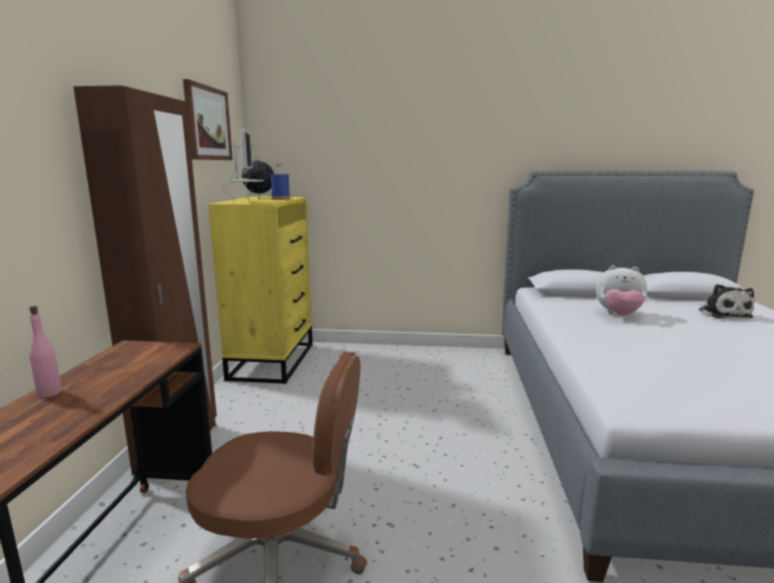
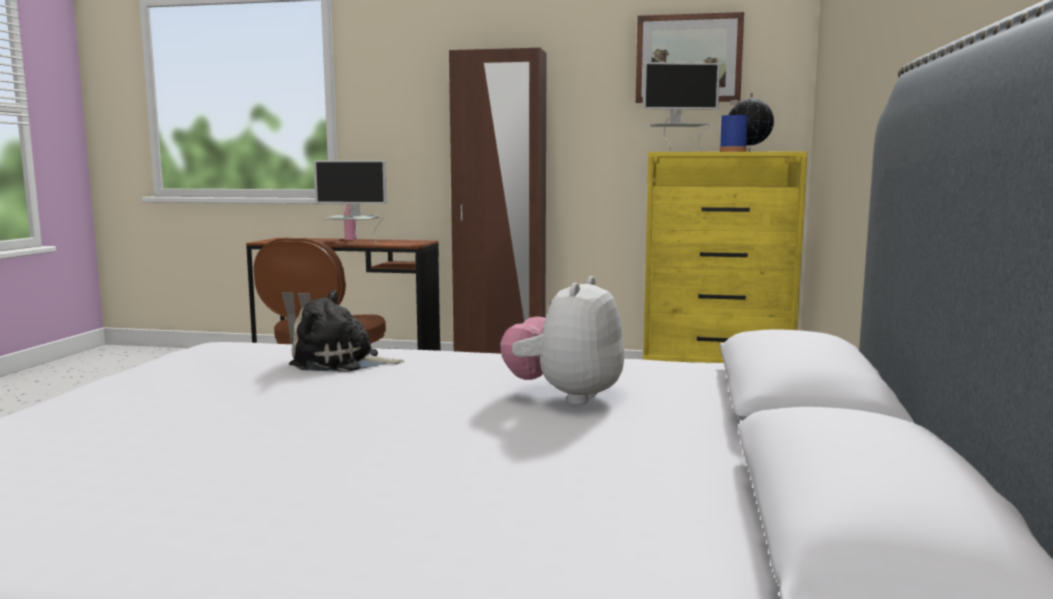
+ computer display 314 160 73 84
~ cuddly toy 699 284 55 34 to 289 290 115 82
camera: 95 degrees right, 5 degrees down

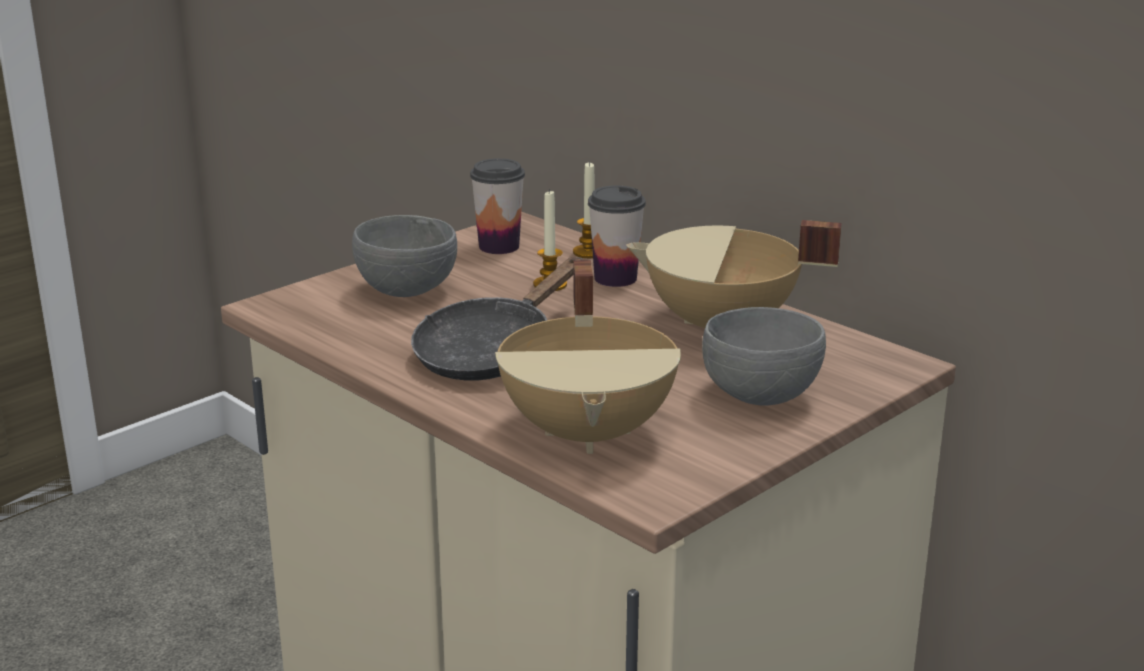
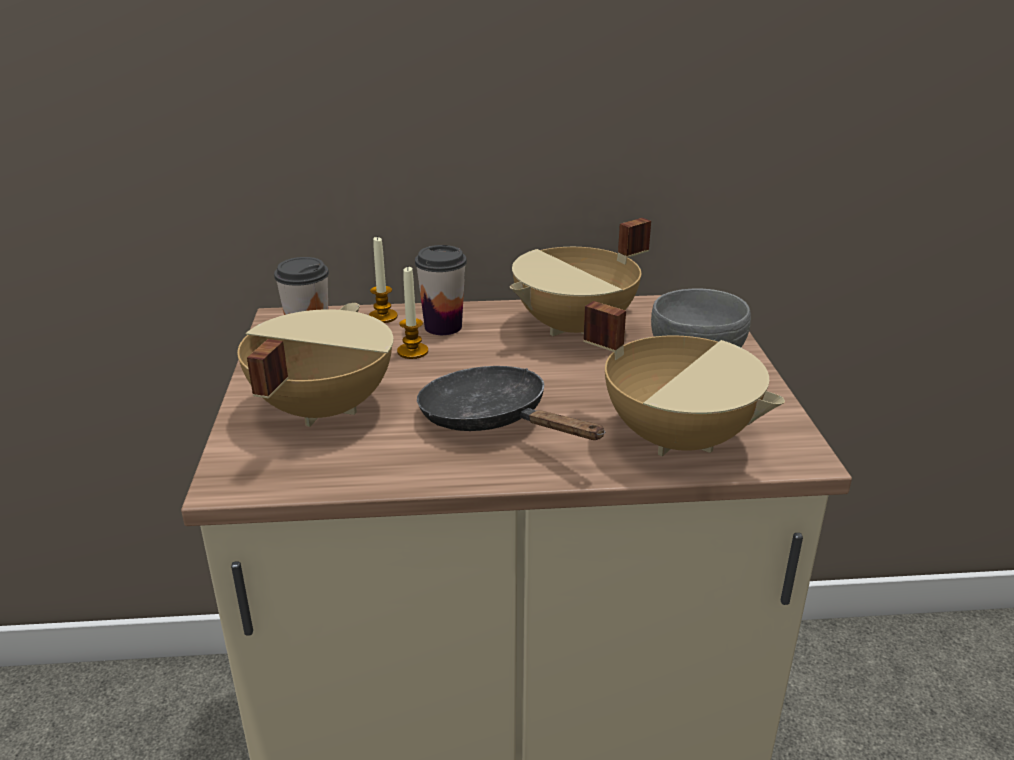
~ deep dish (greyish) 352 215 105 82 to stockpot (sand-coloured) 237 303 157 124
~ frying pan (black-coloured) 411 257 171 124 = 417 366 188 74 150 degrees clockwise
camera: 50 degrees left, 5 degrees up

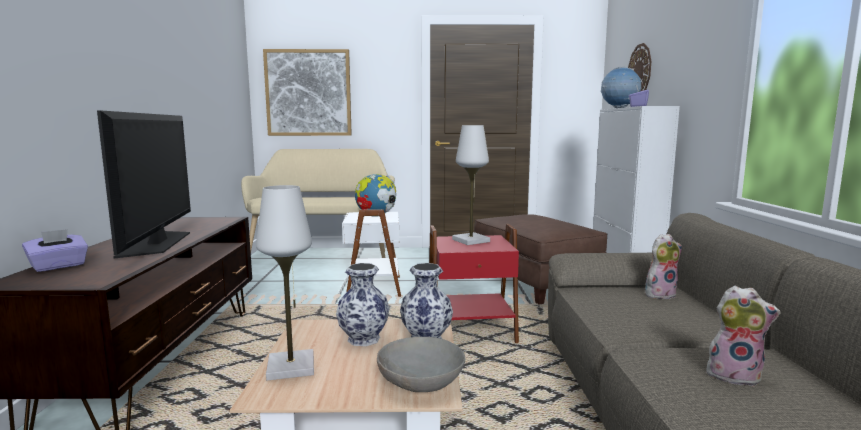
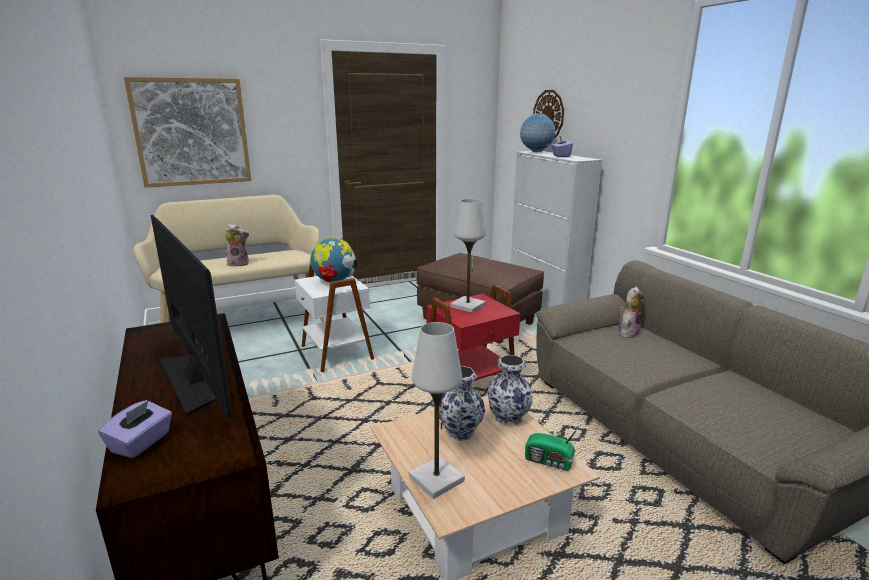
~ cuddly toy 705 286 75 101 to 225 224 24 43
~ deep dish (greyish) 377 337 88 55 to radio 525 424 56 47
camera: 25 degrees left, 10 degrees up

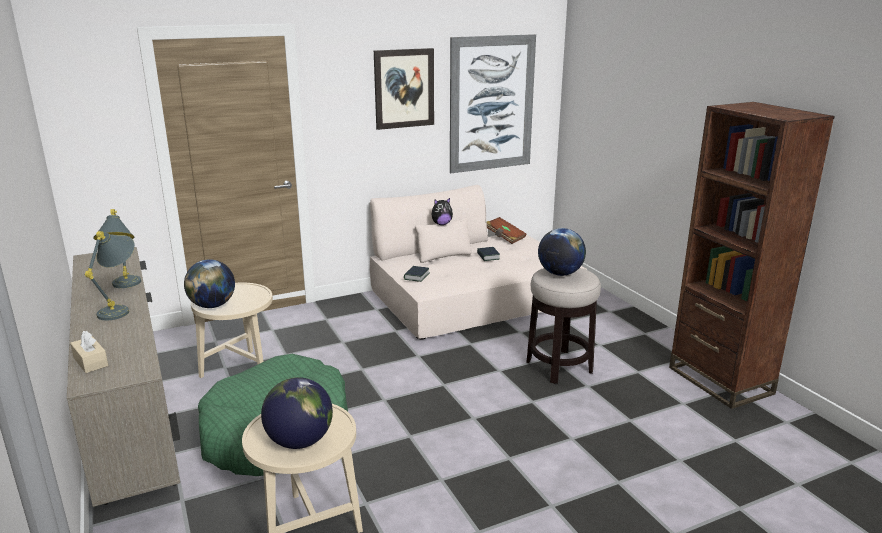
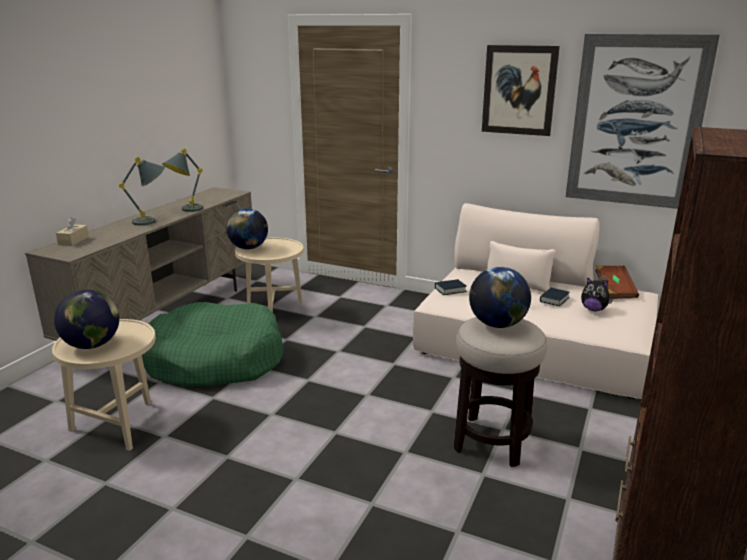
~ cuddly toy 431 198 22 27 to 581 277 32 34
camera: 50 degrees right, 0 degrees up

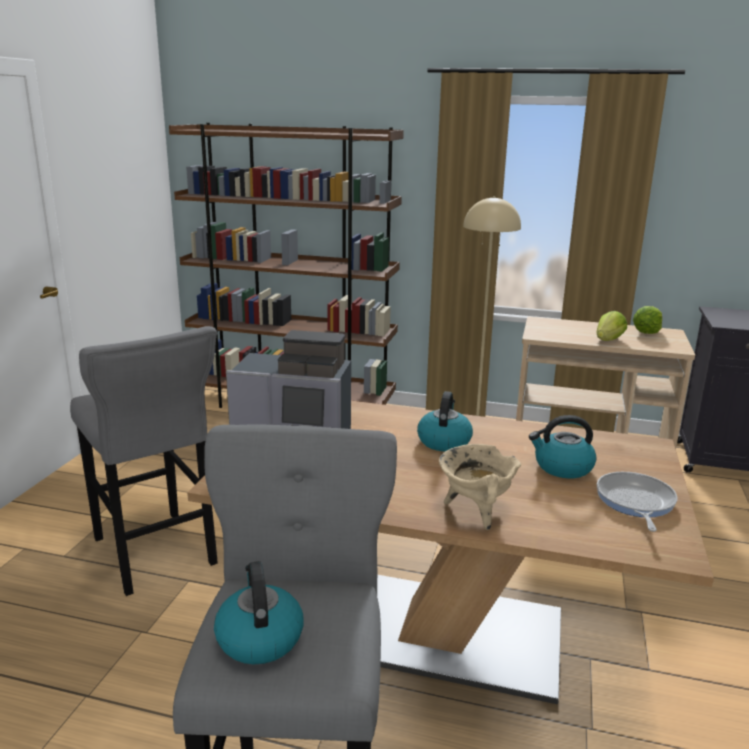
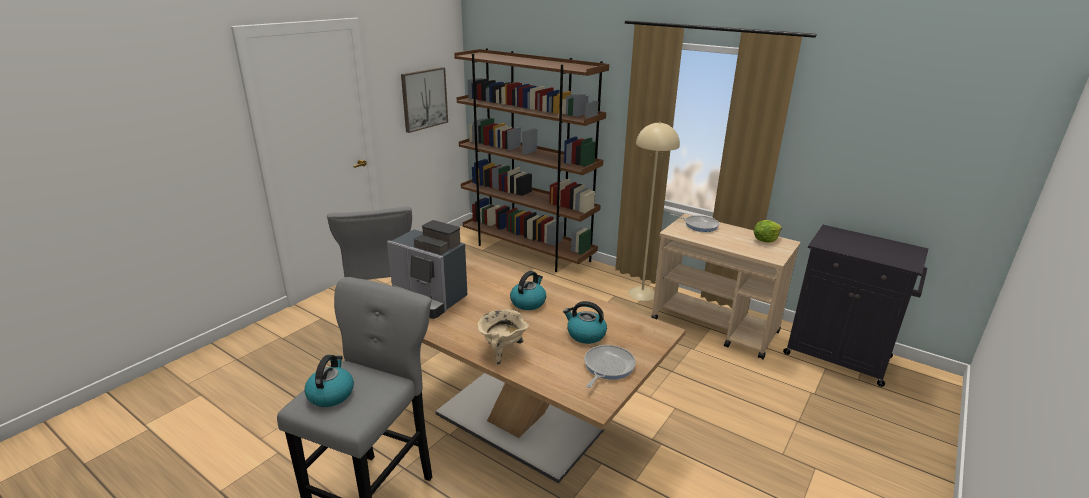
- lettuce head 596 311 31 30
+ picture 401 67 47 66
+ frying pan 670 214 49 18
camera: 20 degrees right, 5 degrees up

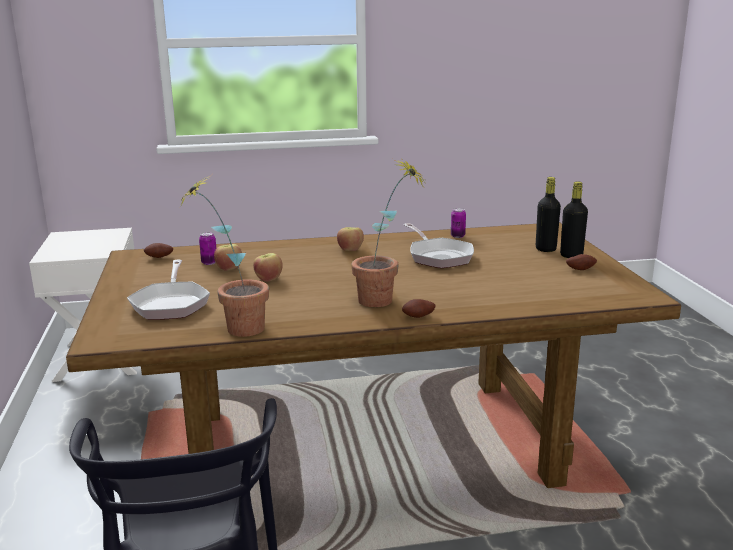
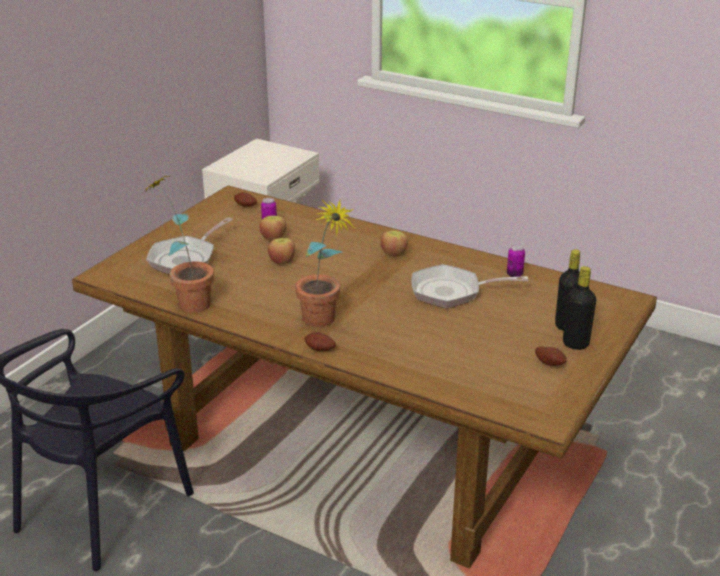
~ frying pan 403 223 71 45 = 412 264 117 45 75 degrees clockwise
camera: 40 degrees right, 10 degrees up

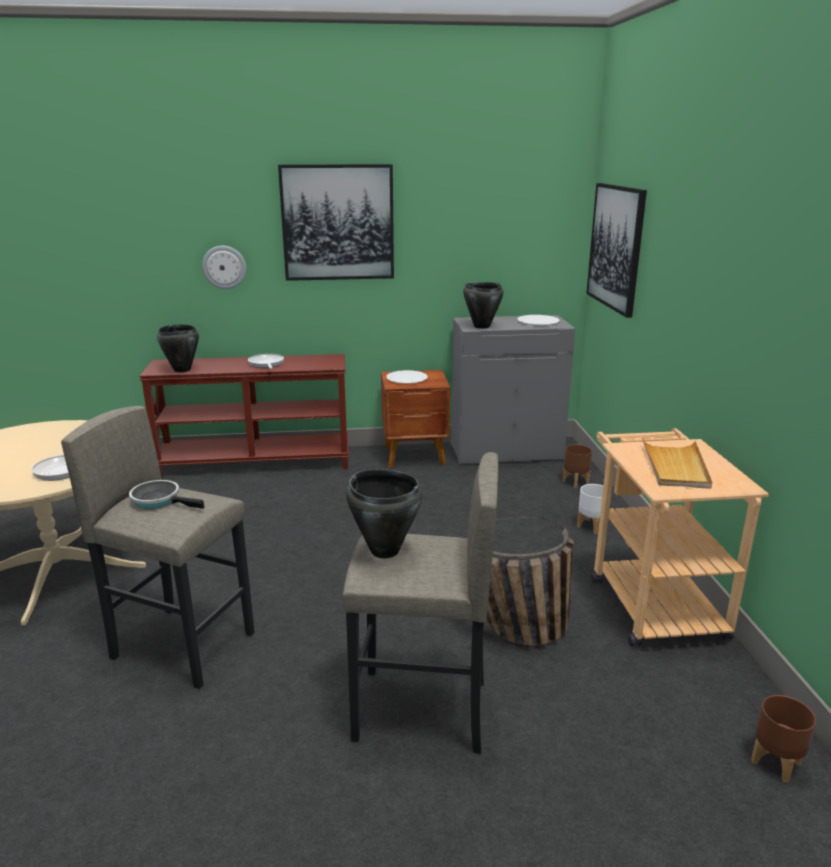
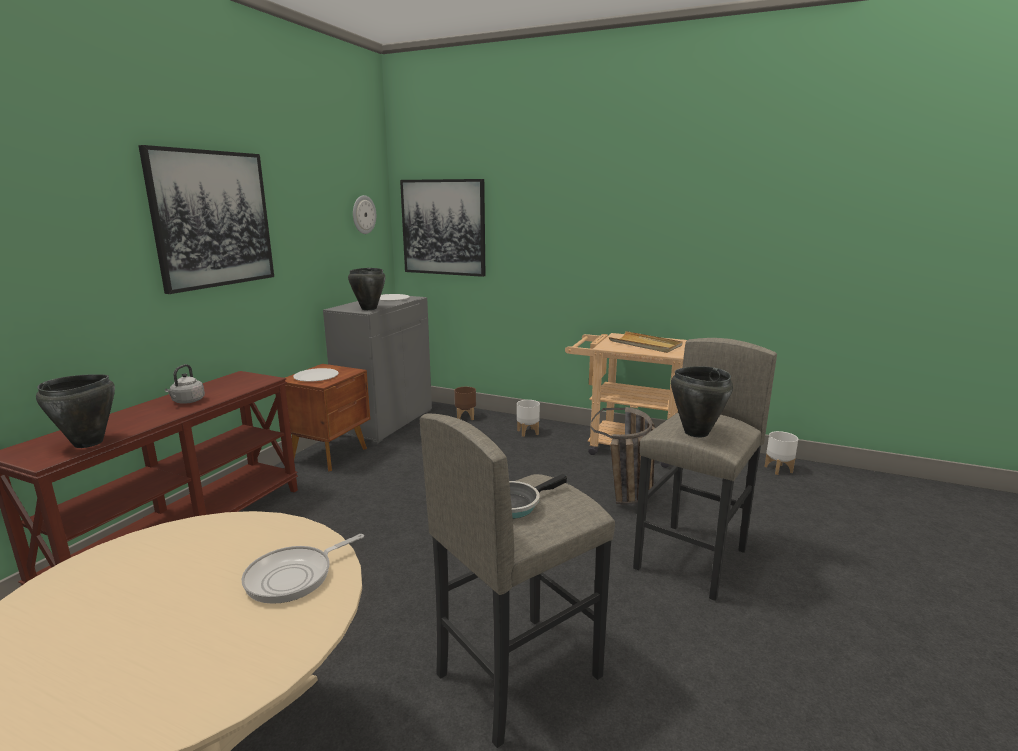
~ wall clock 202 246 45 43 to 353 195 23 39
~ frying pan 248 354 36 15 to water kettle (greyish) 165 364 40 39
~ flower pot (brown) 751 695 65 87 to flower pot (white-coloured) 764 431 34 44
camera: 60 degrees left, 5 degrees down

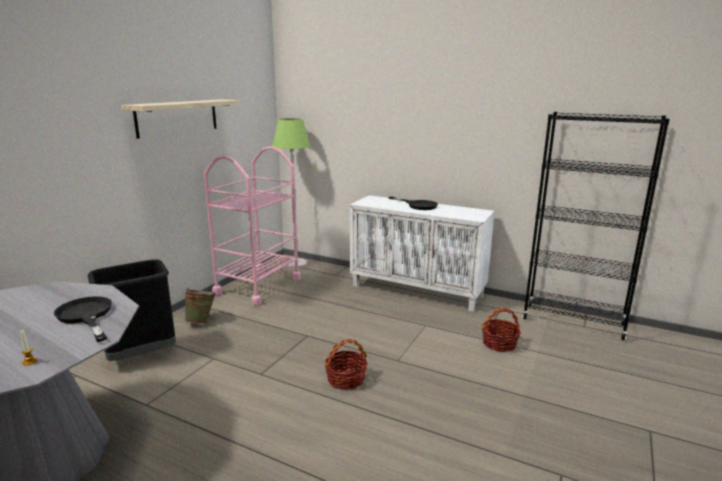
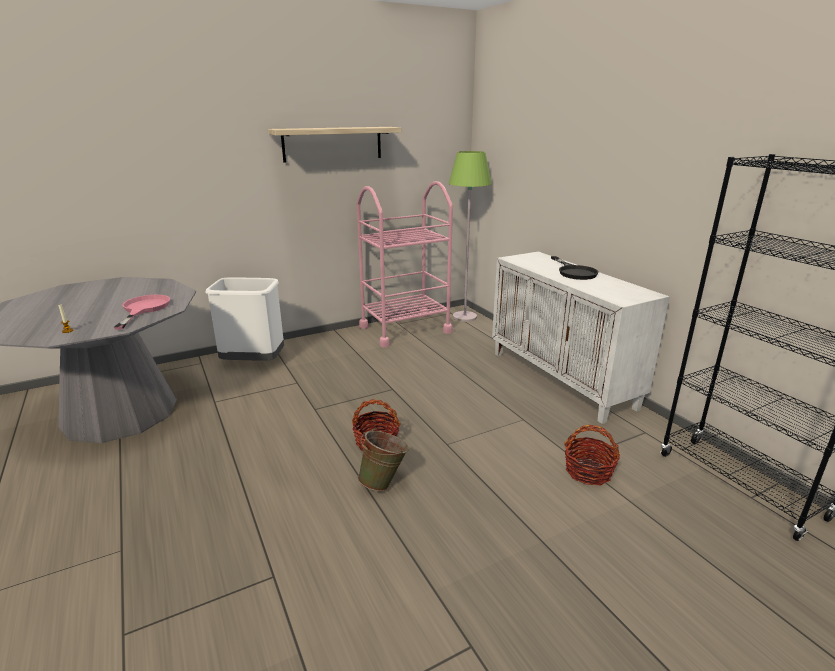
~ bucket (green-coloured) 183 288 33 36 to 358 428 51 63
~ frying pan (black-coloured) 54 296 58 46 to frying pan (pink) 114 295 56 35
~ waste bin (black-coloured) 88 259 88 102 to waste bin (white-coloured) 206 277 78 84
camera: 35 degrees right, 5 degrees up

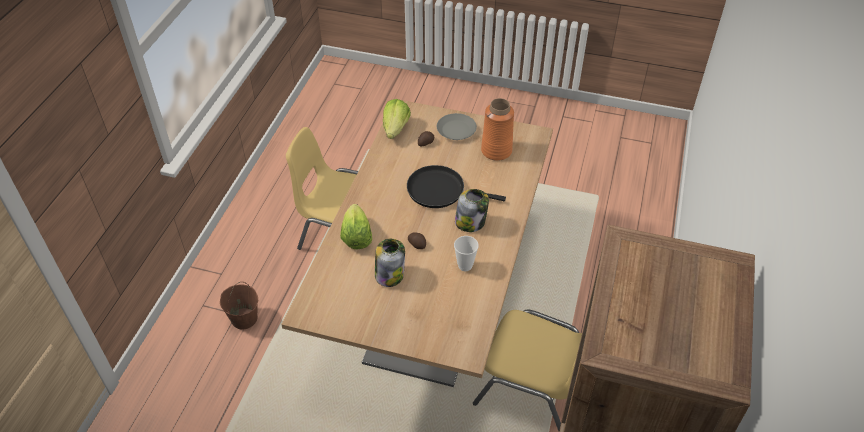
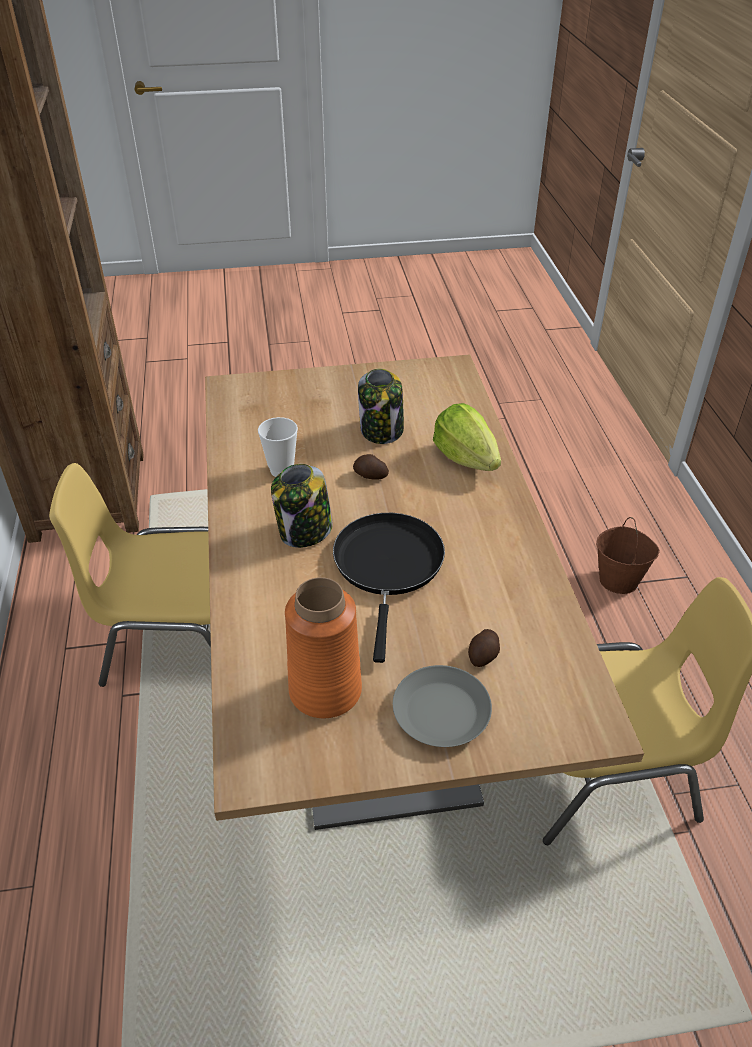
- lettuce head 383 99 28 40
~ frying pan (black-coloured) 407 165 99 43 = 333 513 112 150 75 degrees counterclockwise
camera: 155 degrees right, 5 degrees down

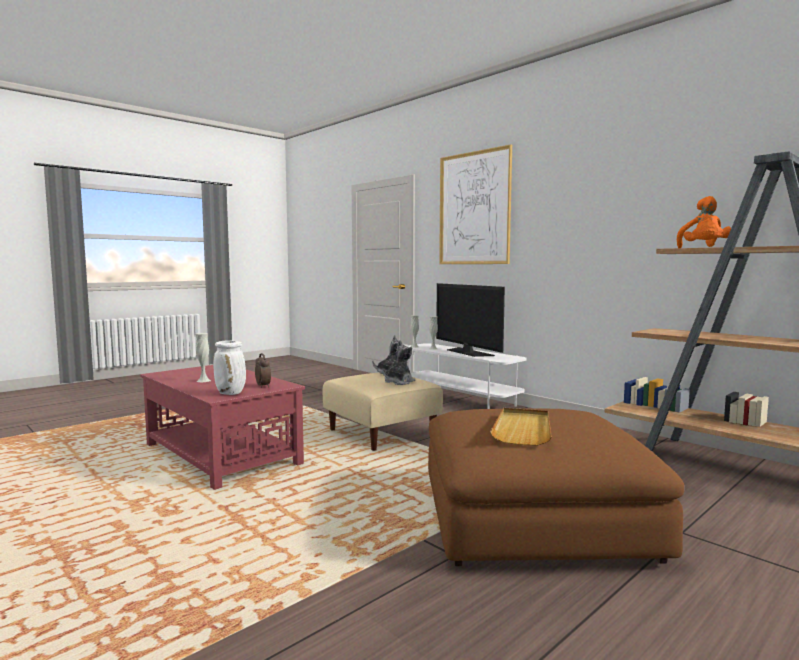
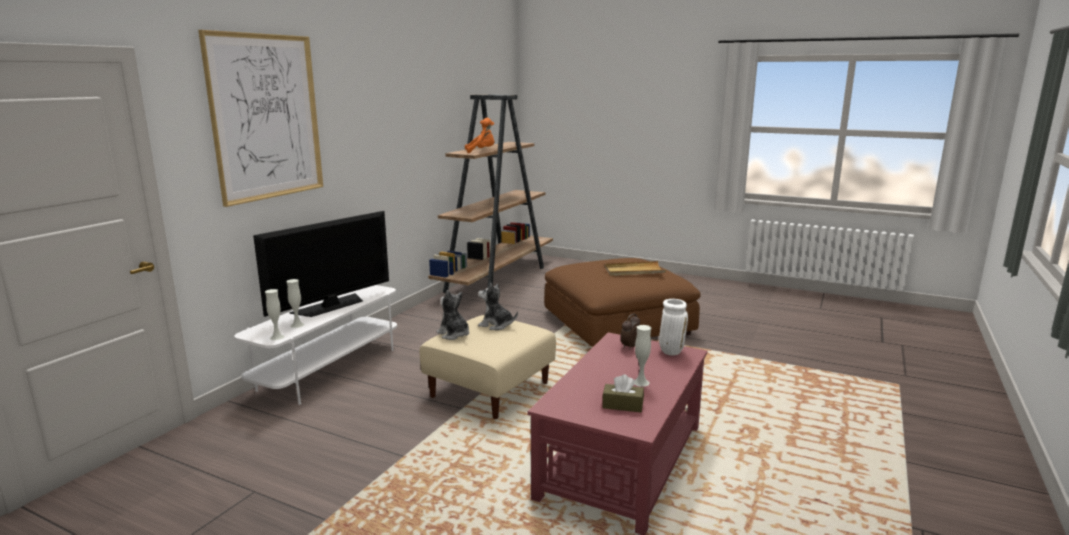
+ tissue holder (brown) 602 375 42 37
camera: 110 degrees left, 10 degrees up

